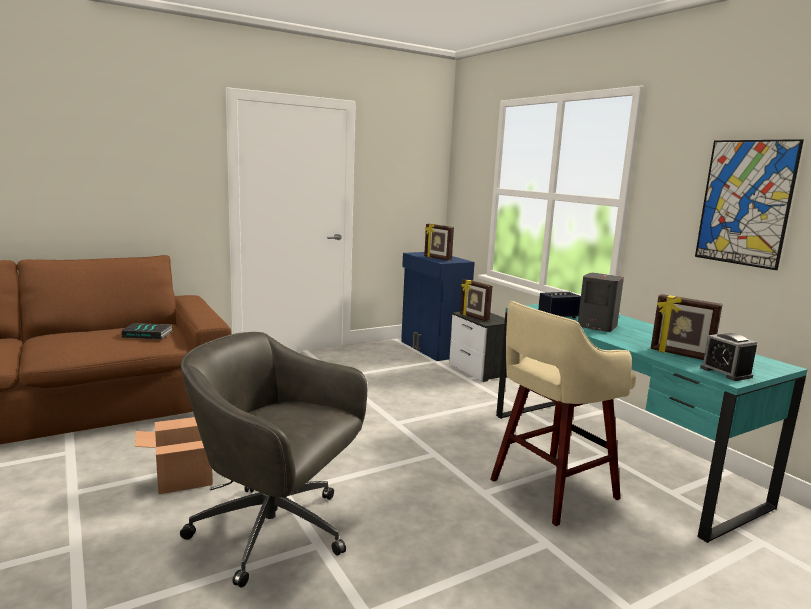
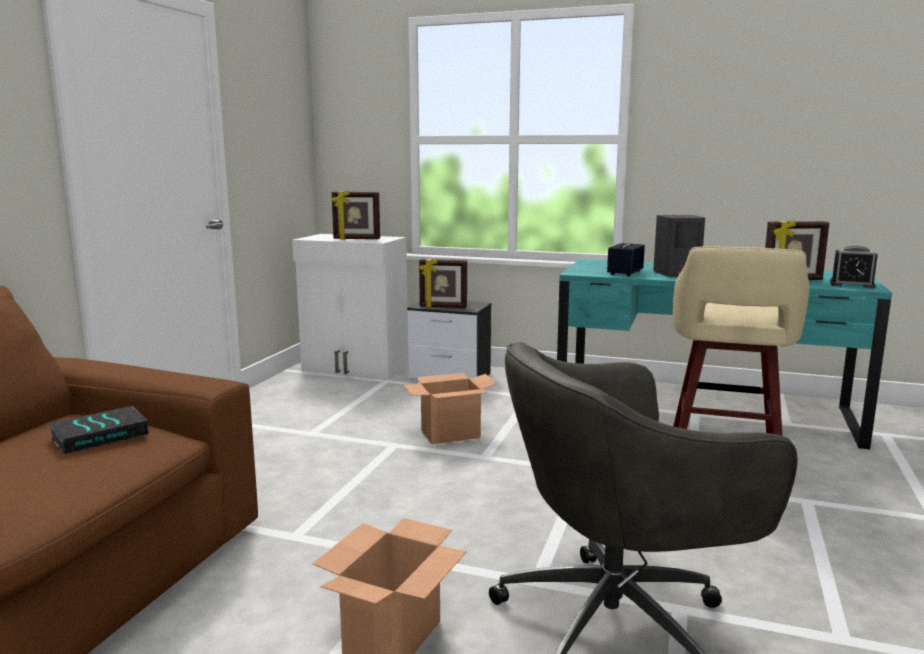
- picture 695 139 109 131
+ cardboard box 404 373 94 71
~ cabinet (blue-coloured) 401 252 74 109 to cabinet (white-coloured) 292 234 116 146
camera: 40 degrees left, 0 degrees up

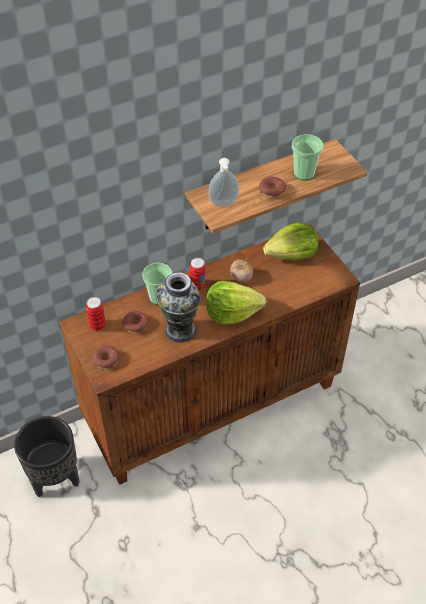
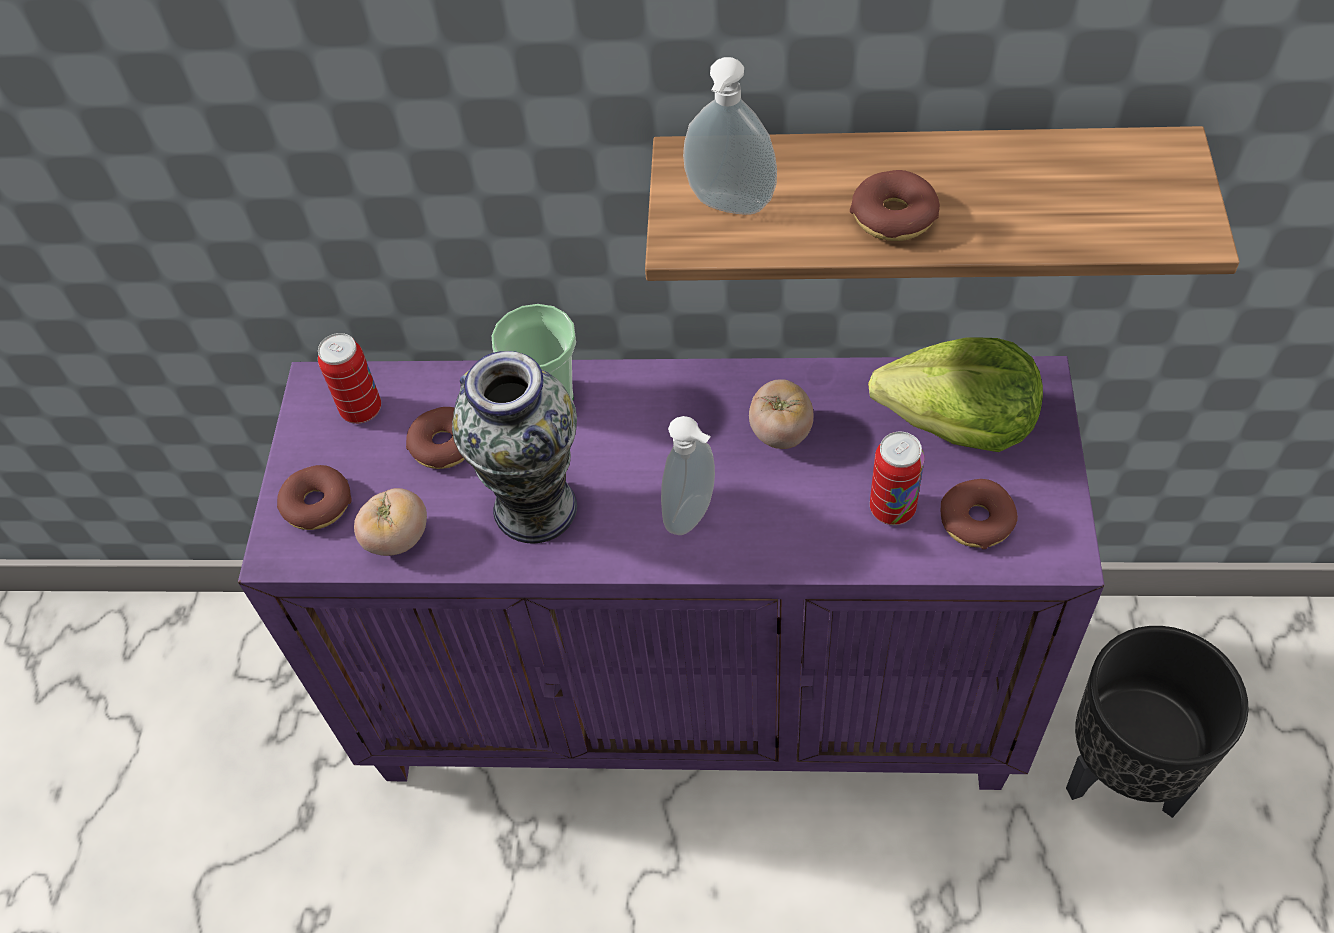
- drinking cup 292 134 31 47
+ fresh tomato 354 488 73 68
+ ring doughnut 941 479 77 70
~ flower pot (black-coloured) 14 416 66 82 to 1066 626 183 192
~ sealed can 190 258 16 33 to 870 432 54 93
~ lettuce head 206 281 61 44 to liquid soap bottle 661 416 54 119
~ cabinet (brown) 59 224 301 261 to cabinet (purple-coloured) 238 356 867 434
camera: 35 degrees right, 5 degrees up

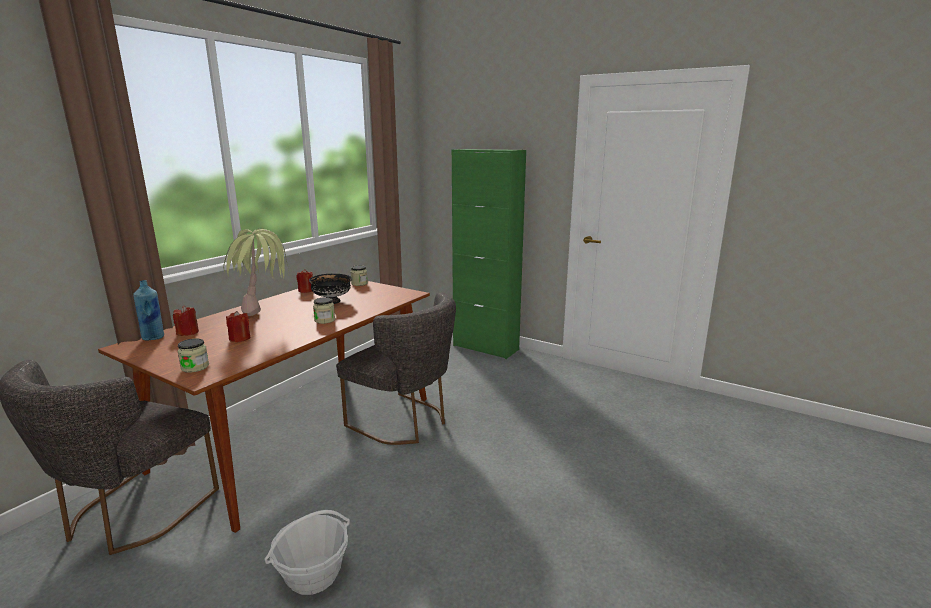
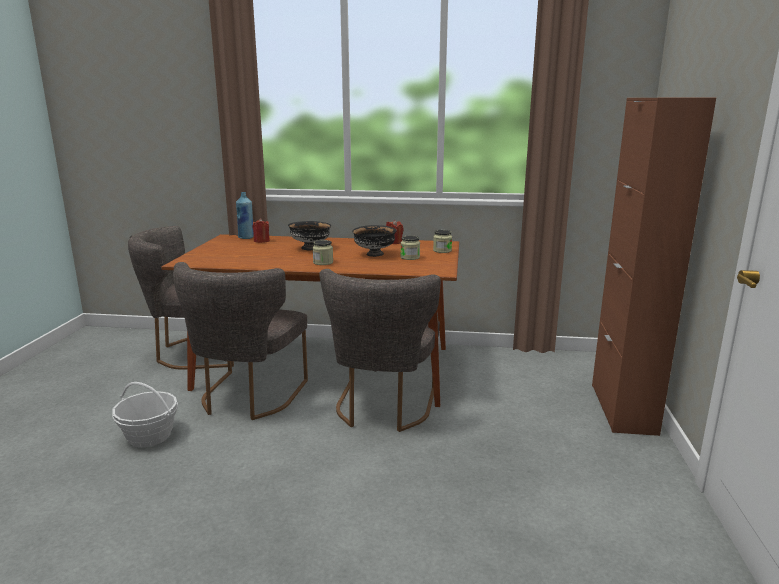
- candle (reddish) 226 311 24 31
+ plain chair (greyish) 173 262 135 158
~ jar 177 338 32 35 to 400 236 20 24
~ houseplant 223 228 66 88 to deep dish (black-coloured) 288 221 43 29
~ cabinet (green-coloured) 452 149 74 210 to cabinet (brown) 592 98 124 338
camera: 65 degrees right, 0 degrees up

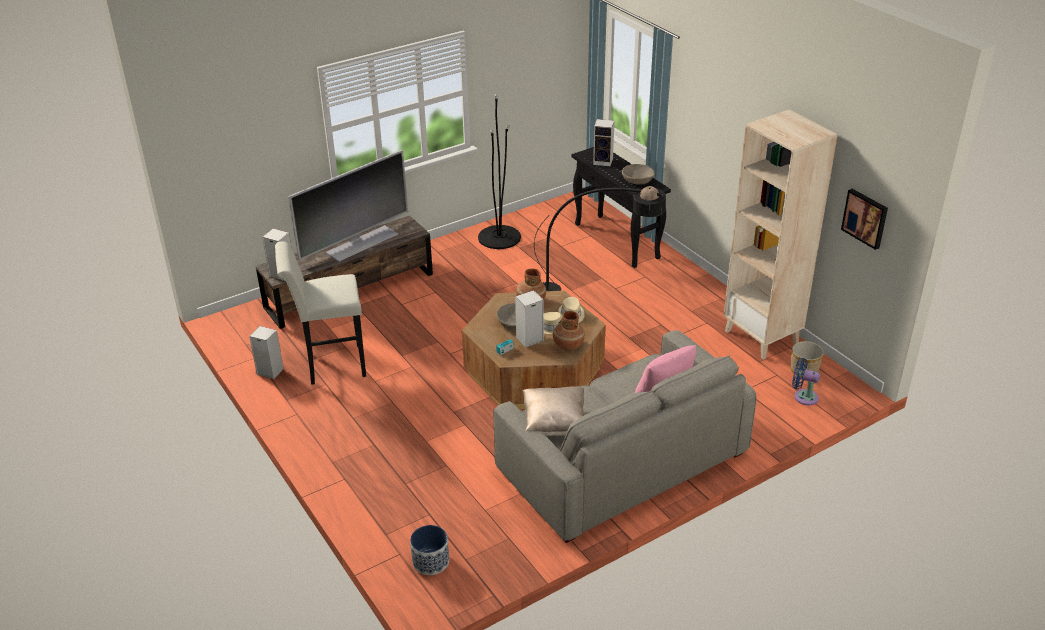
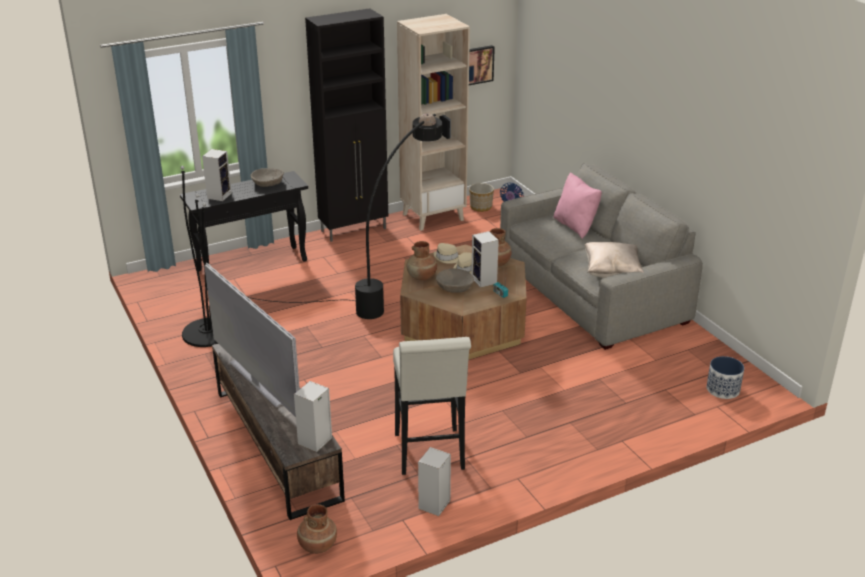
+ flower vase (brown) 297 504 40 50
+ cabinet (black-coloured) 305 8 83 234
camera: 85 degrees left, 5 degrees down

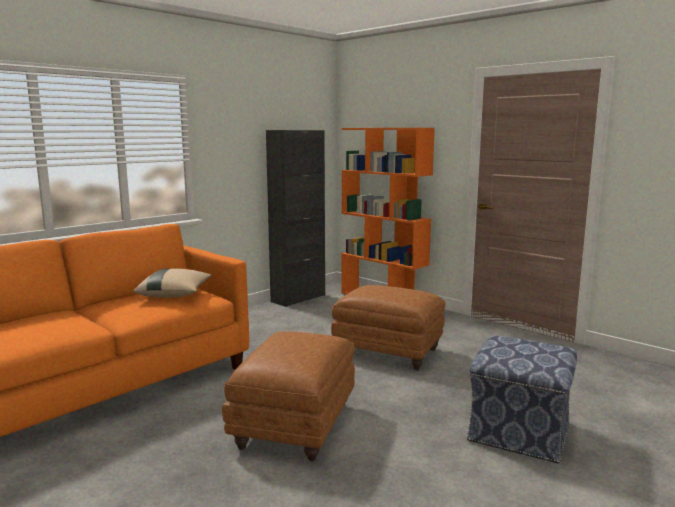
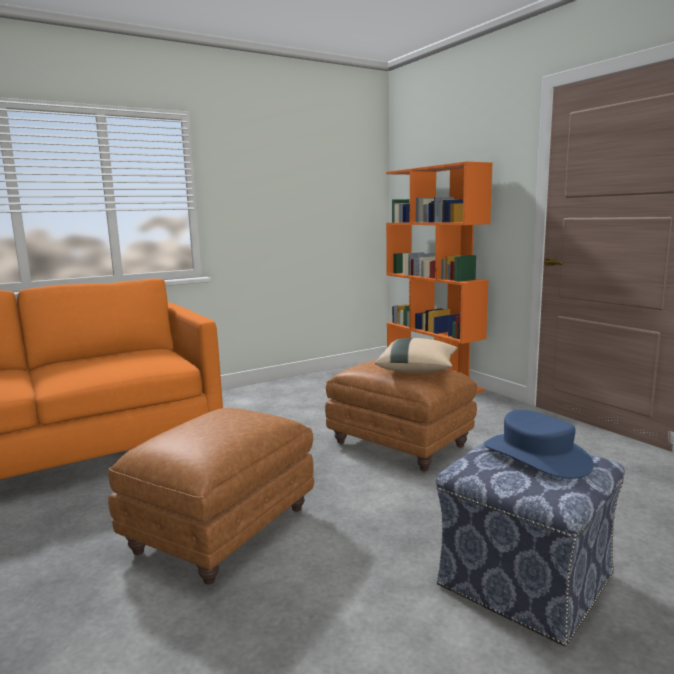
- cabinet (black-coloured) 266 130 59 177
+ wearable hat (blue-coloured) 484 410 110 69
~ pillow (sand-coloured) 133 268 79 30 to 375 338 83 35
camera: 15 degrees right, 0 degrees up

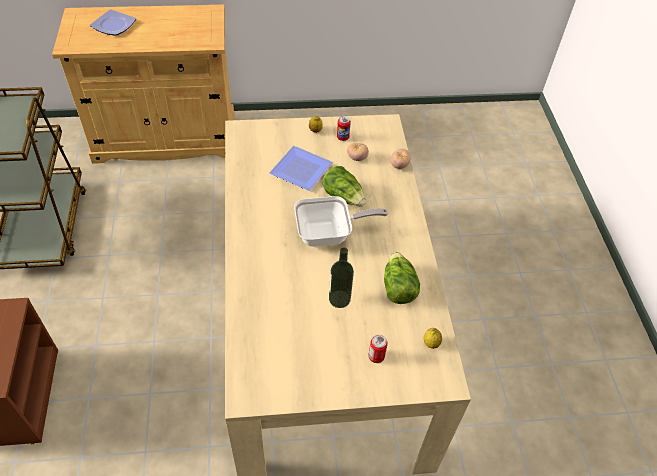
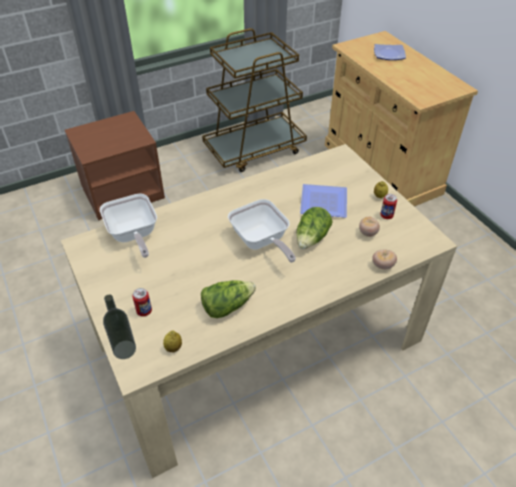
+ frying pan 100 193 57 65
~ beverage bottle 329 247 25 61 to 103 295 33 64
camera: 70 degrees right, 5 degrees down

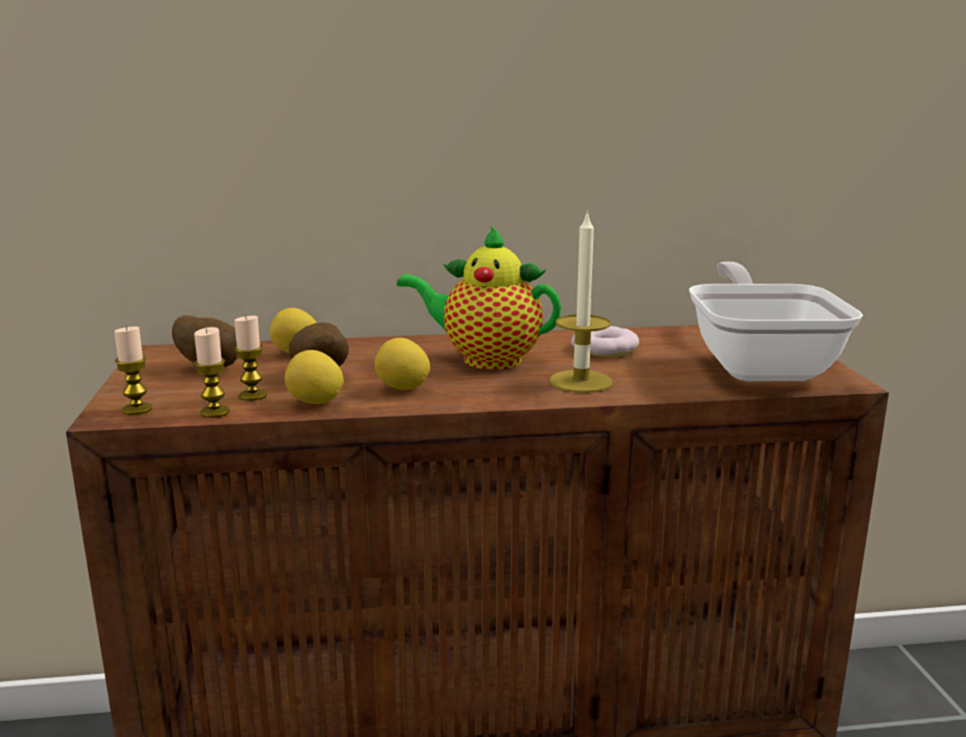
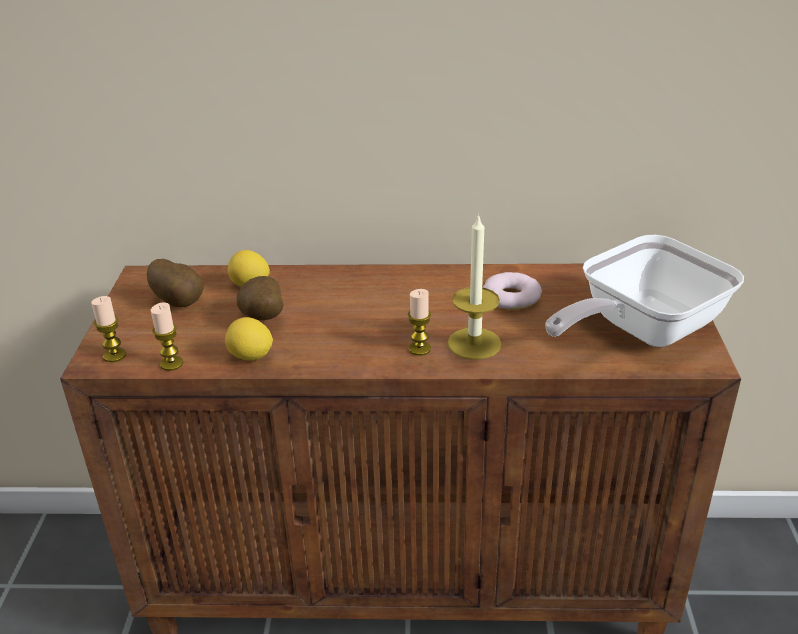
- citrus fruit 375 338 55 52
- tea pot 397 225 164 145
~ candle 234 315 33 86 to 408 289 23 67
~ frying pan 689 262 174 119 = 545 235 199 112 135 degrees counterclockwise
camera: 10 degrees right, 15 degrees up

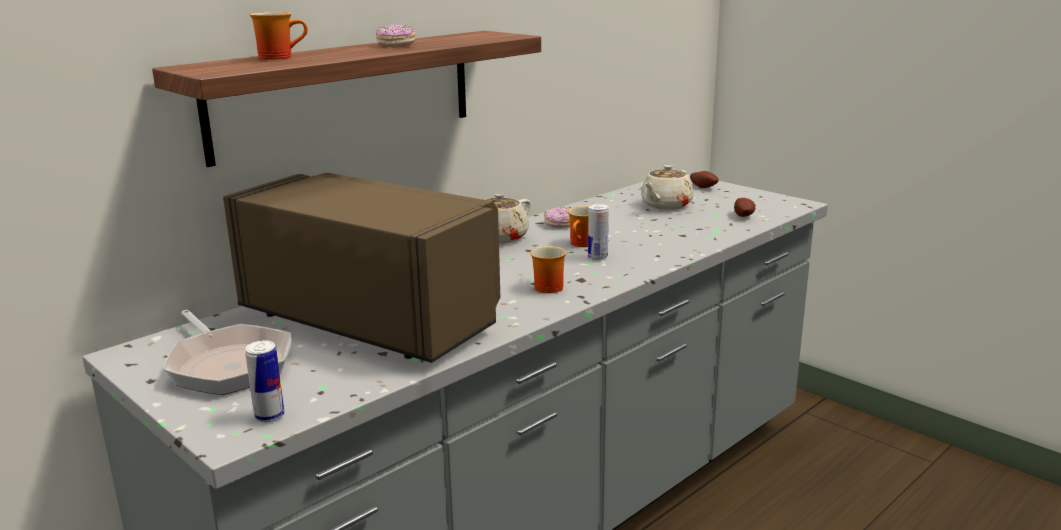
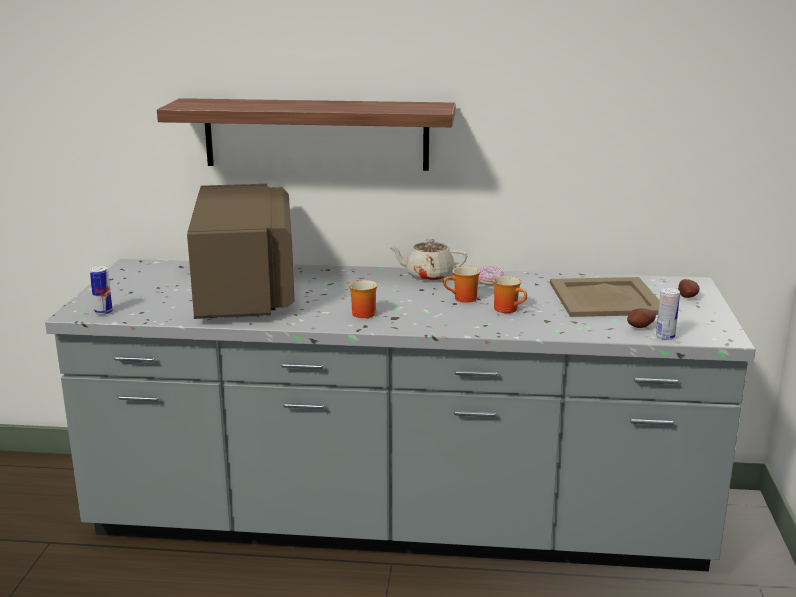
- frying pan 164 310 128 85
- ring doughnut 376 24 40 23
~ coffee mug 250 12 58 48 to 493 276 34 37
~ sealed can 588 204 21 56 to 656 288 24 52
~ tea pot (sand-coloured) 641 165 53 45 to serving tray (sand-coloured) 550 277 110 40
camera: 50 degrees right, 0 degrees up

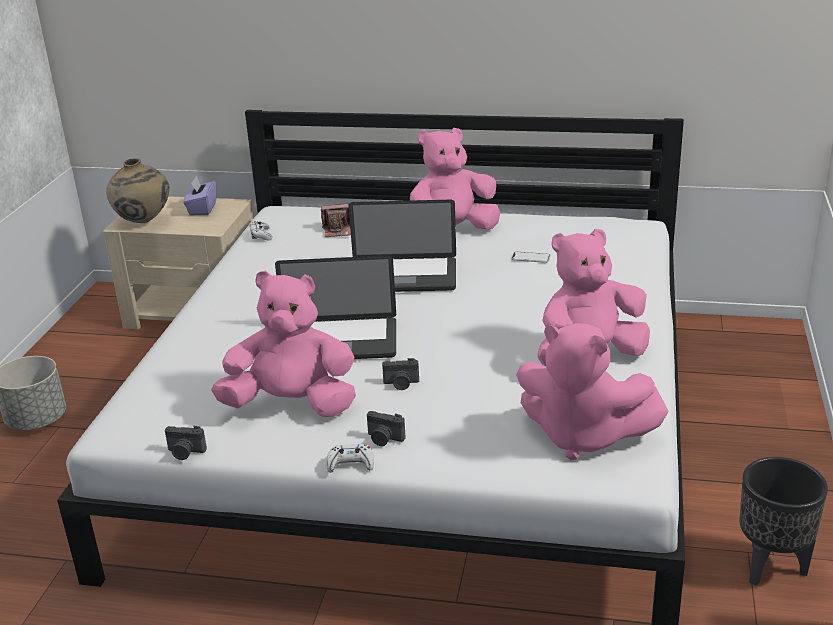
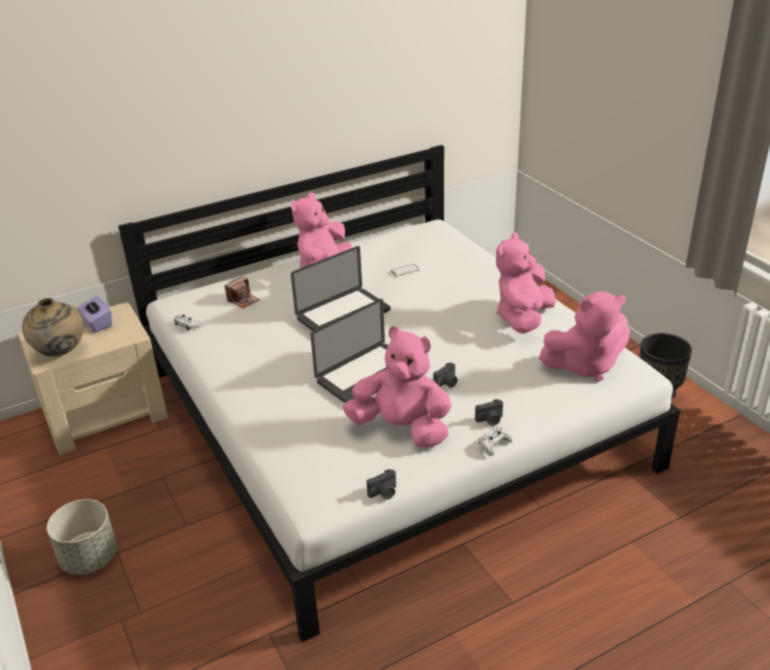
~ cuddly toy (pink) 211 270 145 147 = 343 326 109 122 60 degrees clockwise
camera: 40 degrees left, 5 degrees up

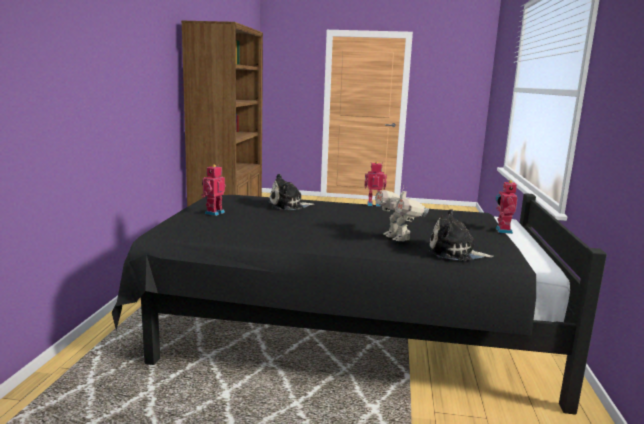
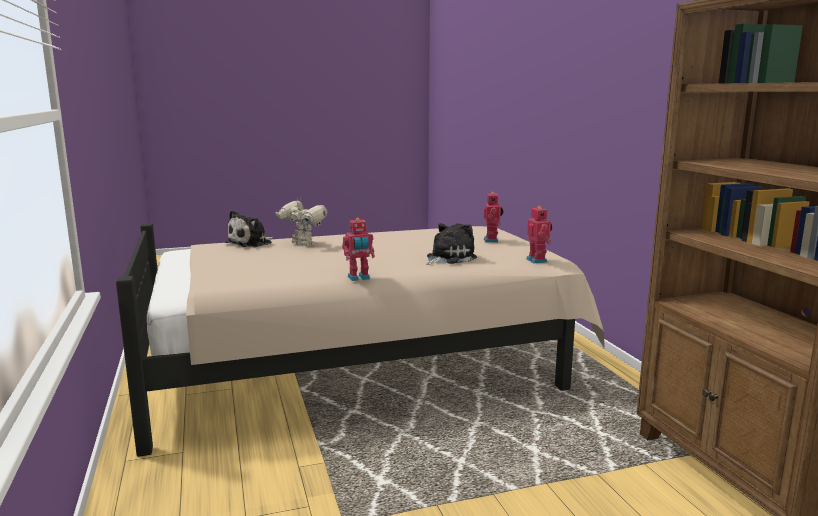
~ toy robot 496 180 22 54 to 526 206 26 57
~ bed (black-coloured) 112 193 495 222 to bed (sand-coloured) 116 223 489 234
~ cuddly toy 429 209 65 52 = 225 210 48 37 135 degrees clockwise
camera: 155 degrees right, 0 degrees up

